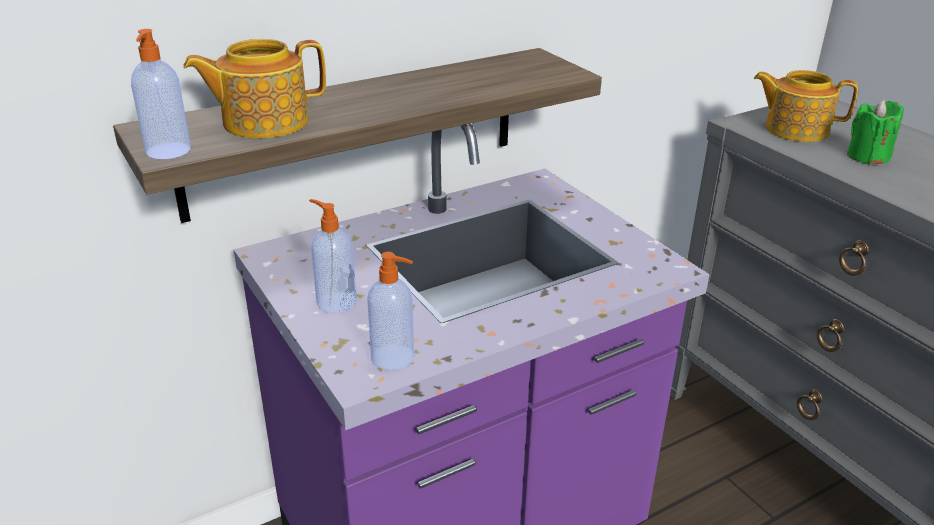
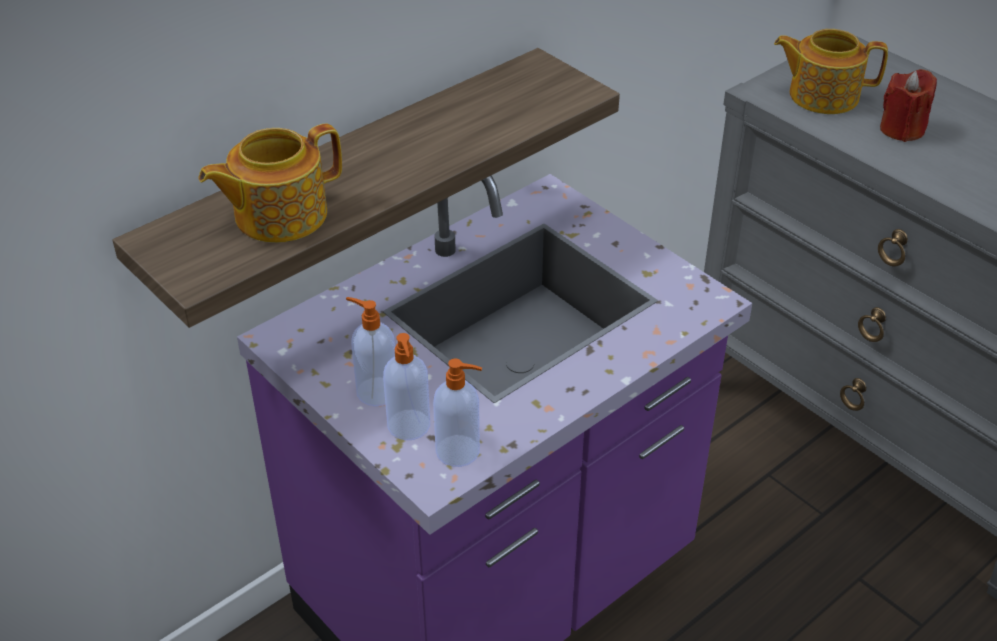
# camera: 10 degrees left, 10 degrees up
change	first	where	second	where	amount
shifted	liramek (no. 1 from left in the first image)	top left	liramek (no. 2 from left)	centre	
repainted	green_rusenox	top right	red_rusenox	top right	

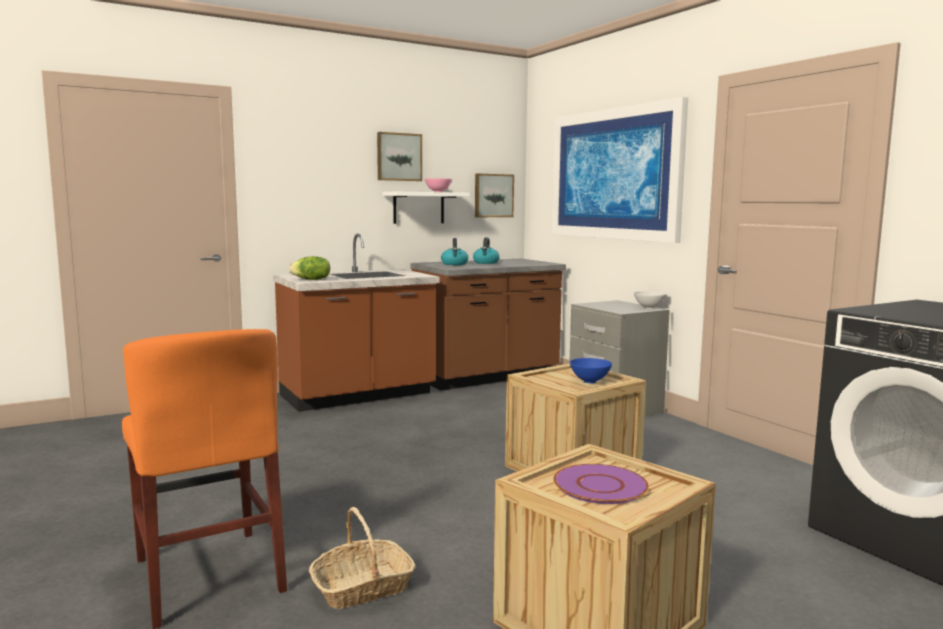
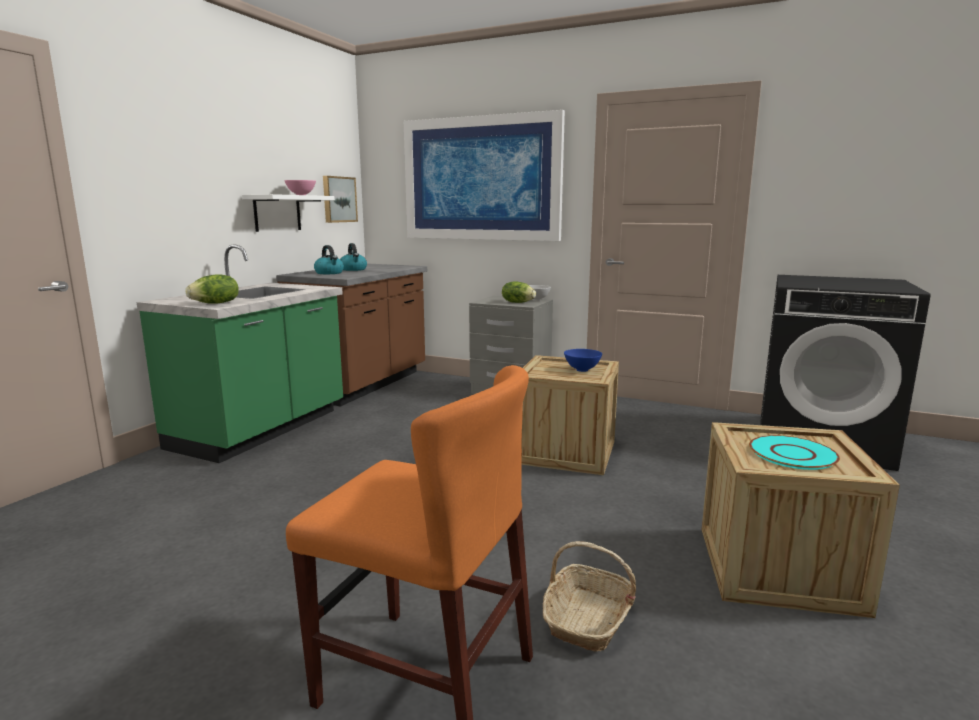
# camera: 35 degrees left, 5 degrees up
change	first	where	second	where	amount
repainted	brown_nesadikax (no. 1 from left)	centre	green_nesadikax	middle left	
gone	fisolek (no. 1 from left)	top centre			
repainted	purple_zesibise	bottom centre	turquoise_zesibise	middle right	
new			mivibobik (no. 2 from left)	centre	

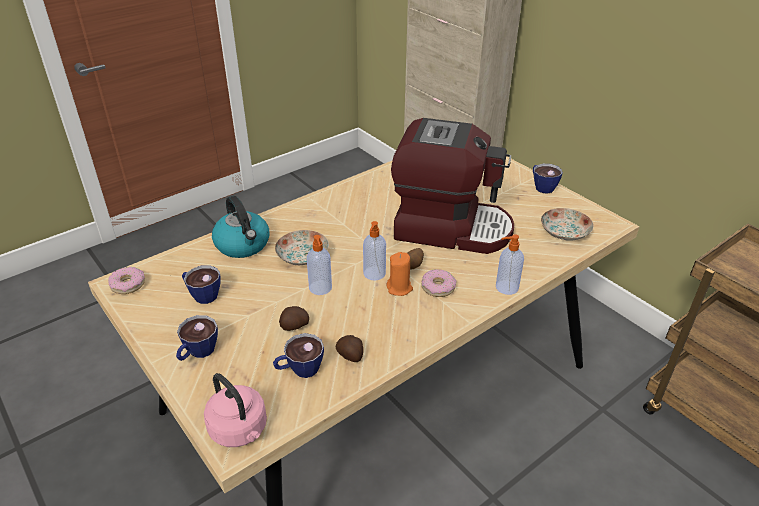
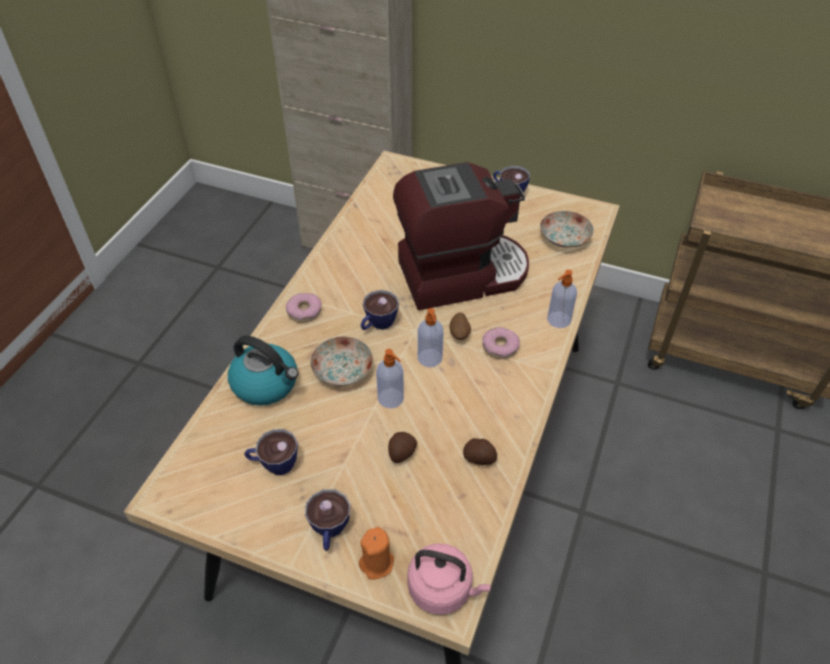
# camera: 30 degrees left, 10 degrees up
change	first	where	second	where	amount
shifted	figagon (no. 1 from left)	middle left		centre	
shifted	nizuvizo (no. 3 from left)	bottom centre		centre	
shifted	orange_rusenox	centre		bottom centre	

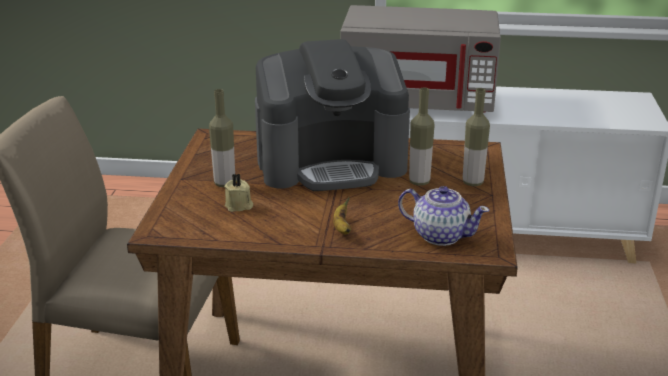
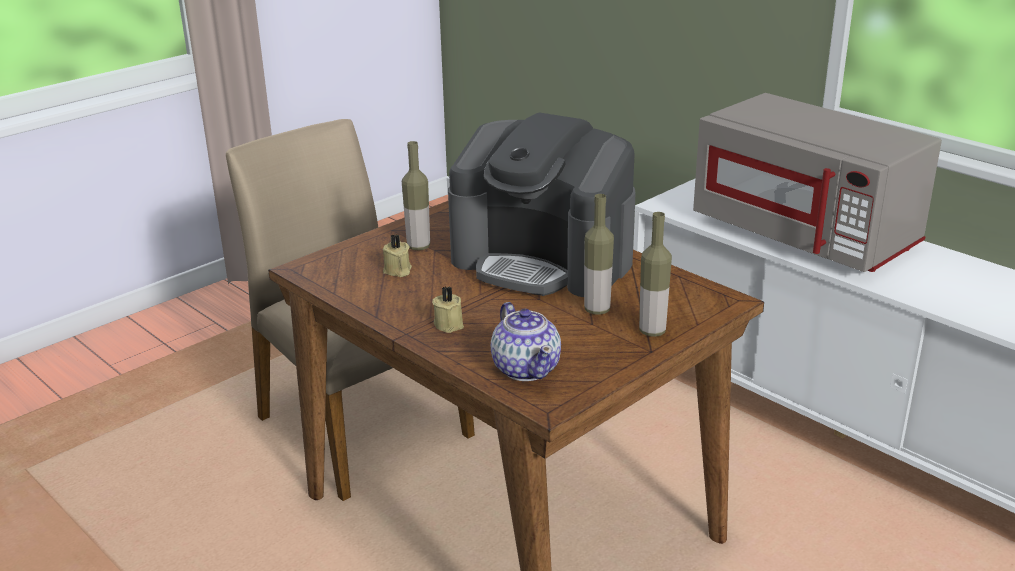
# camera: 40 degrees right, 0 degrees up
change	first	where	second	where	amount
swapped	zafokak	centre	beige_rusenox (no. 2 from left)	centre	

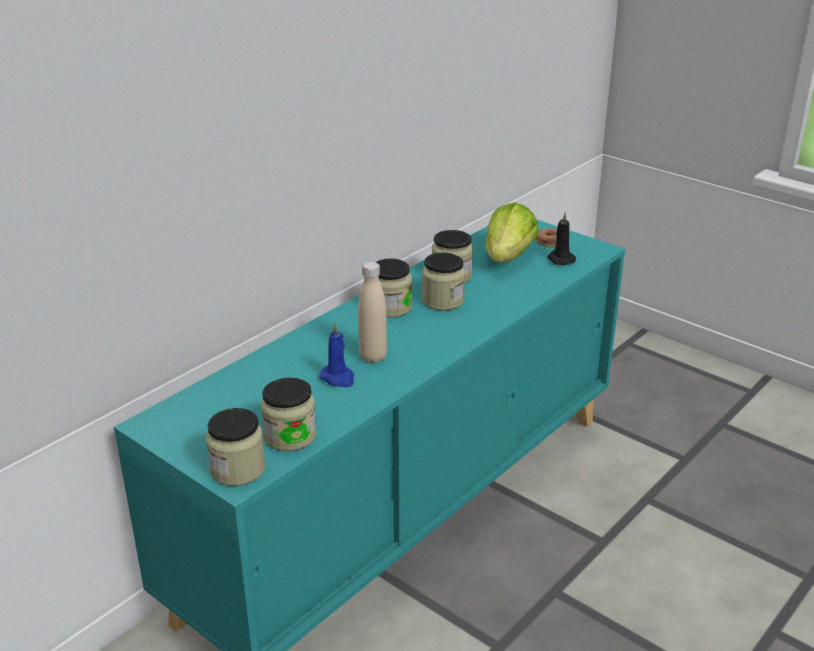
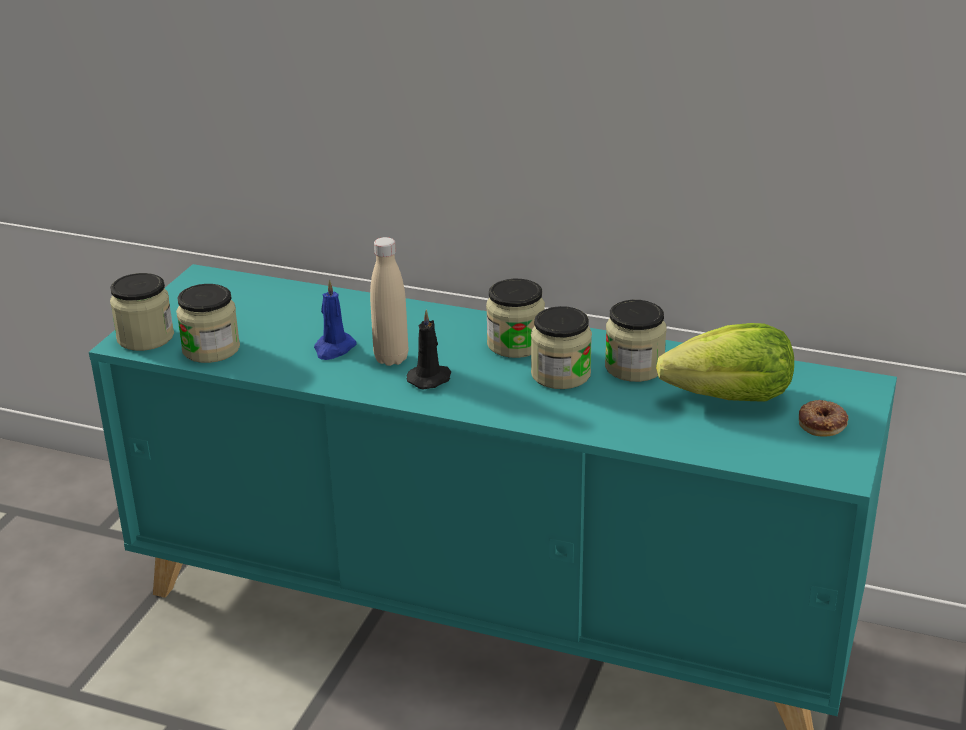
# camera: 70 degrees right, 0 degrees up
change	first	where	second	where	amount
shifted	black_rusenox	middle right		centre	

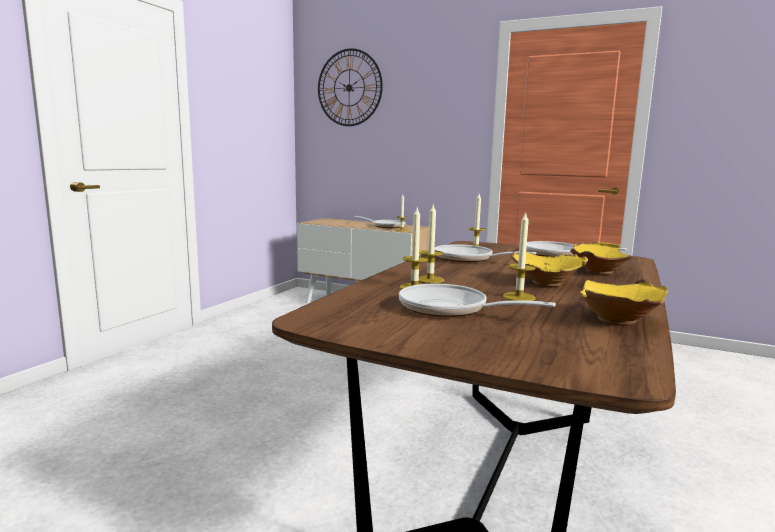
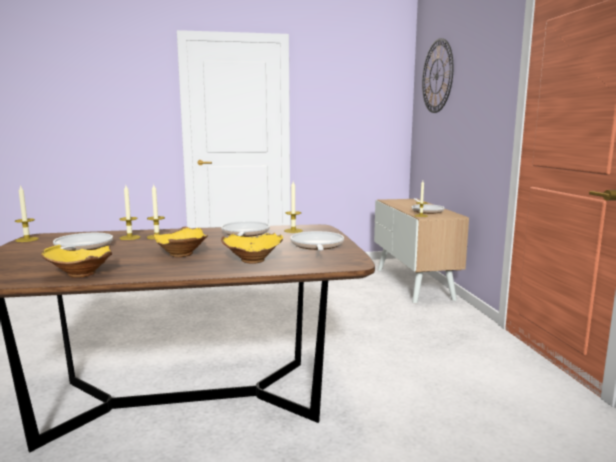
# camera: 55 degrees right, 0 degrees up
change	first	where	second	where	amount
shifted	rusenox (no. 5 from left in the first image)	middle right	rusenox (no. 1 from left)	middle left	

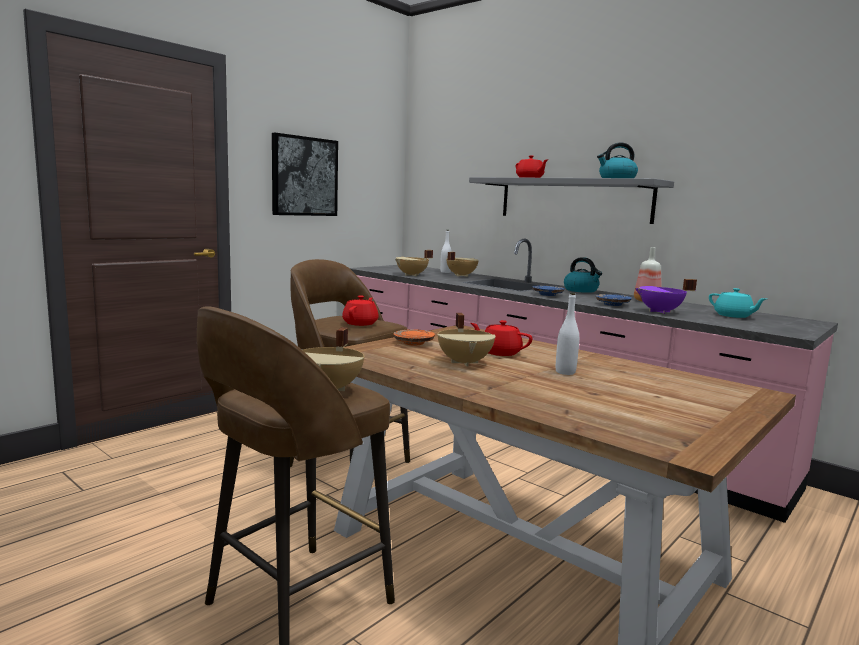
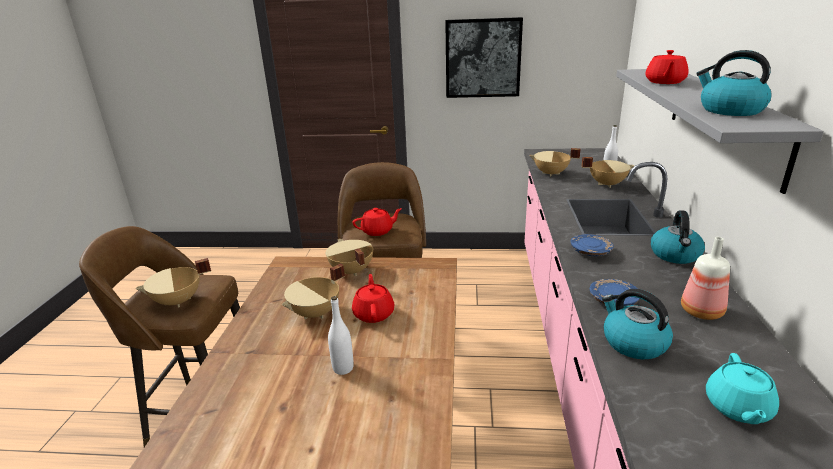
# camera: 55 degrees right, 15 degrees up
change	first	where	second	where	amount
swapped	orange_zesibise	centre	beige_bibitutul (no. 3 from left)	centre	
swapped	purple_bibitutul	middle right	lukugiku (no. 1 from left)	bottom right	

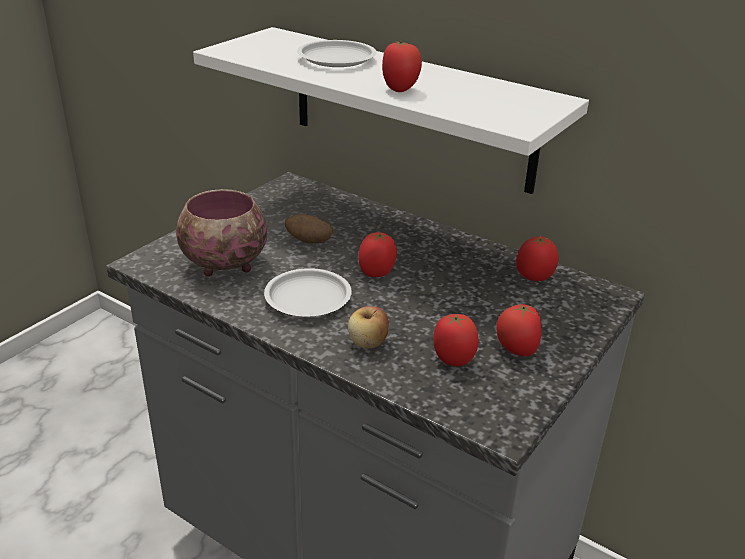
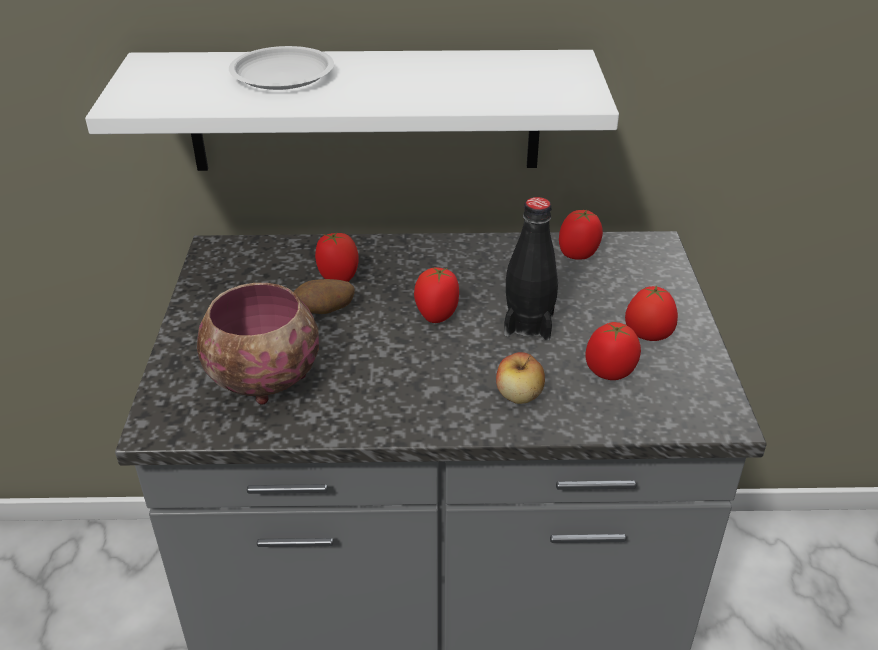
# camera: 35 degrees left, 5 degrees up
change	first	where	second	where	amount
gone	white_zesibise (no. 1 from left)	centre			
shifted	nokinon (no. 2 from left in the first image)	top centre	nokinon (no. 1 from left)	centre	
new			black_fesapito	centre	

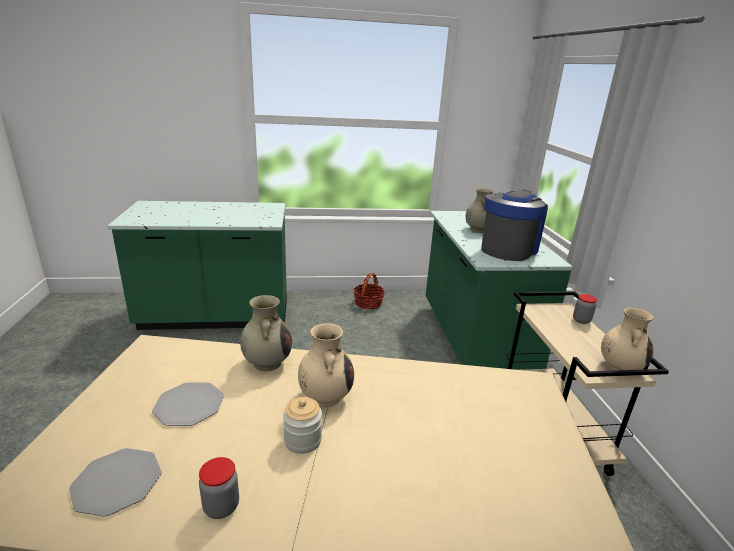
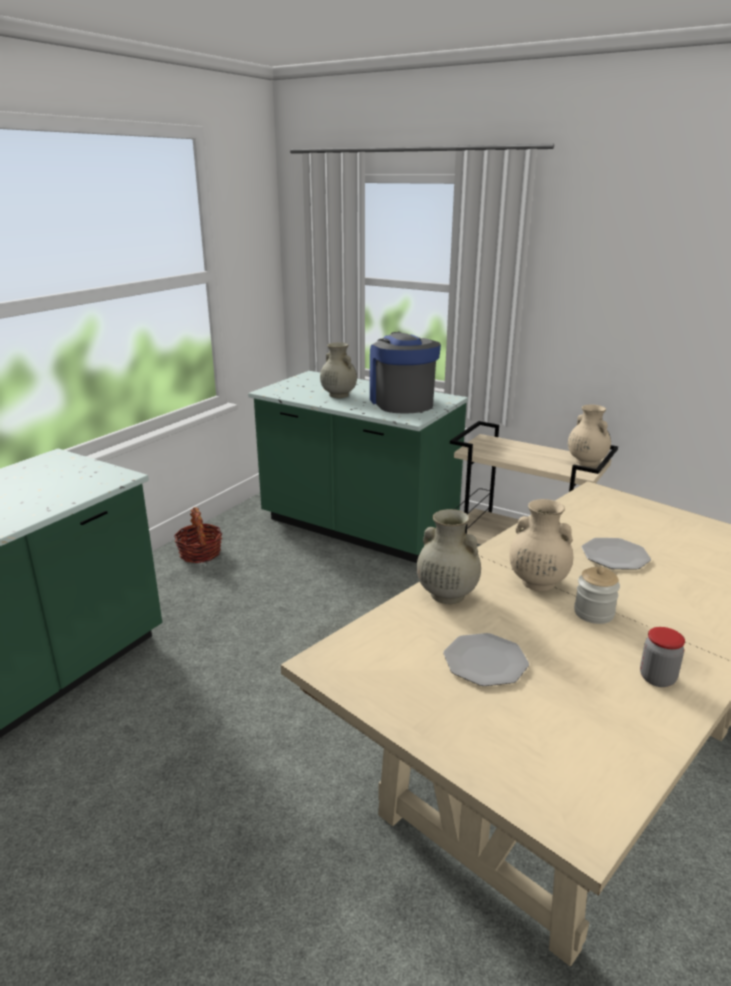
# camera: 50 degrees left, 0 degrees up
change	first	where	second	where	amount
shifted	zesibise (no. 1 from left in the first image)	bottom left	zesibise (no. 2 from left)	middle right	
gone	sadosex (no. 3 from left)	middle right			

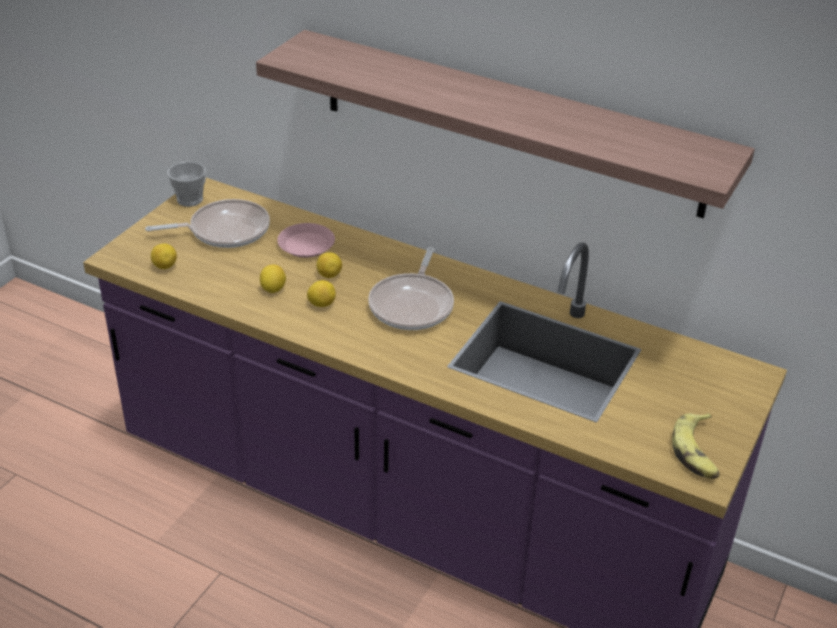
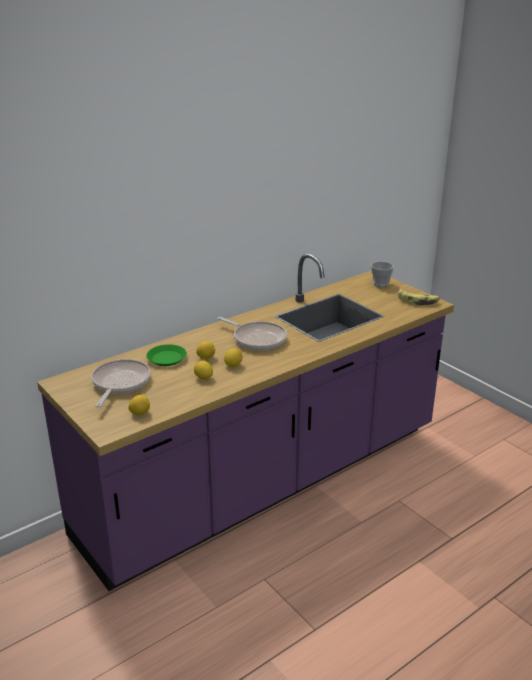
# camera: 65 degrees left, 10 degrees down
change	first	where	second	where	amount
shifted	nizuvizo	top left		middle right	
gone	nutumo	top centre			
repainted	pink_zesibise	centre	green_zesibise	middle left	

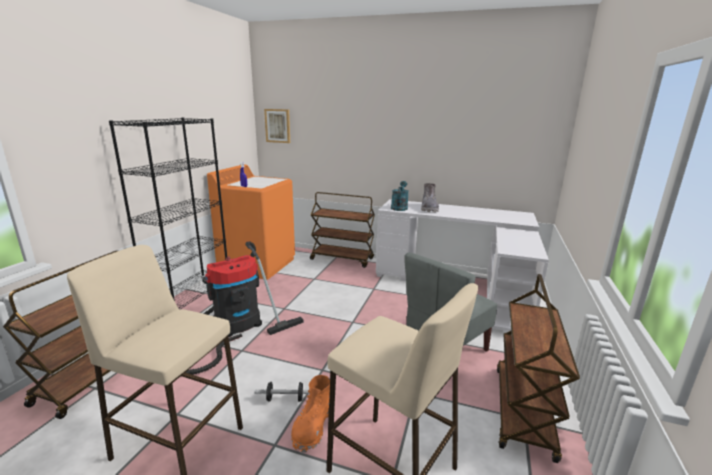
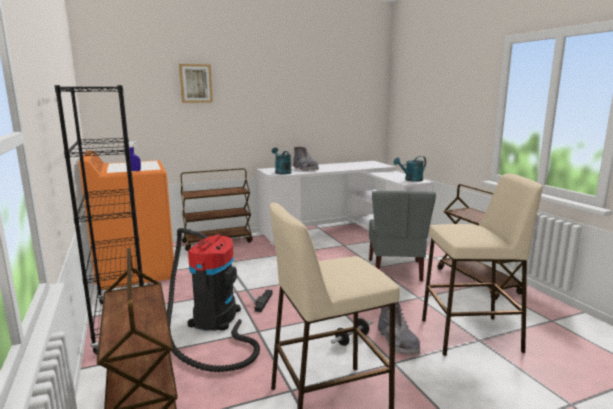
# camera: 40 degrees left, 5 degrees down
change	first	where	second	where	amount
shifted	fisolek	top centre		top left	
repainted	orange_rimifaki	bottom centre	grey_rimifaki (no. 2 from left)	bottom centre	
new			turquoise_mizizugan (no. 2 from left)	middle right	

